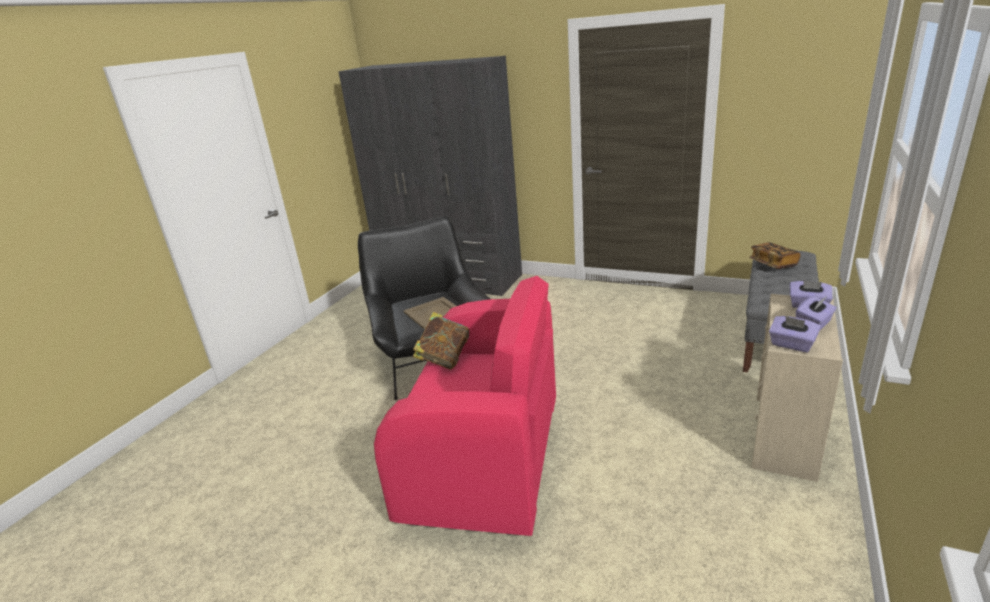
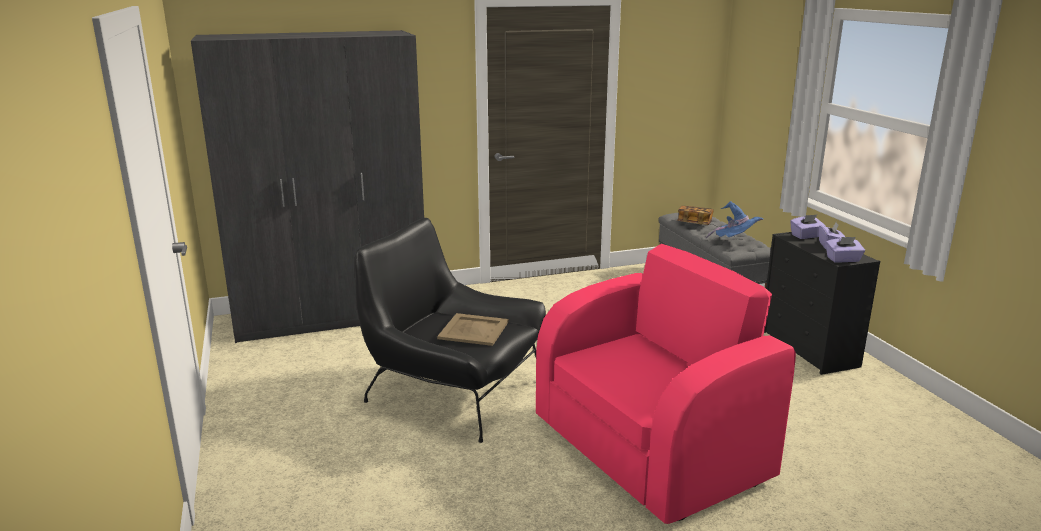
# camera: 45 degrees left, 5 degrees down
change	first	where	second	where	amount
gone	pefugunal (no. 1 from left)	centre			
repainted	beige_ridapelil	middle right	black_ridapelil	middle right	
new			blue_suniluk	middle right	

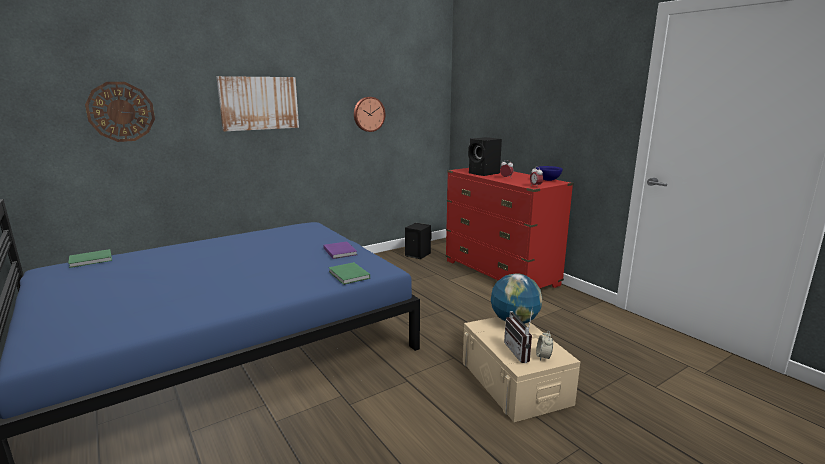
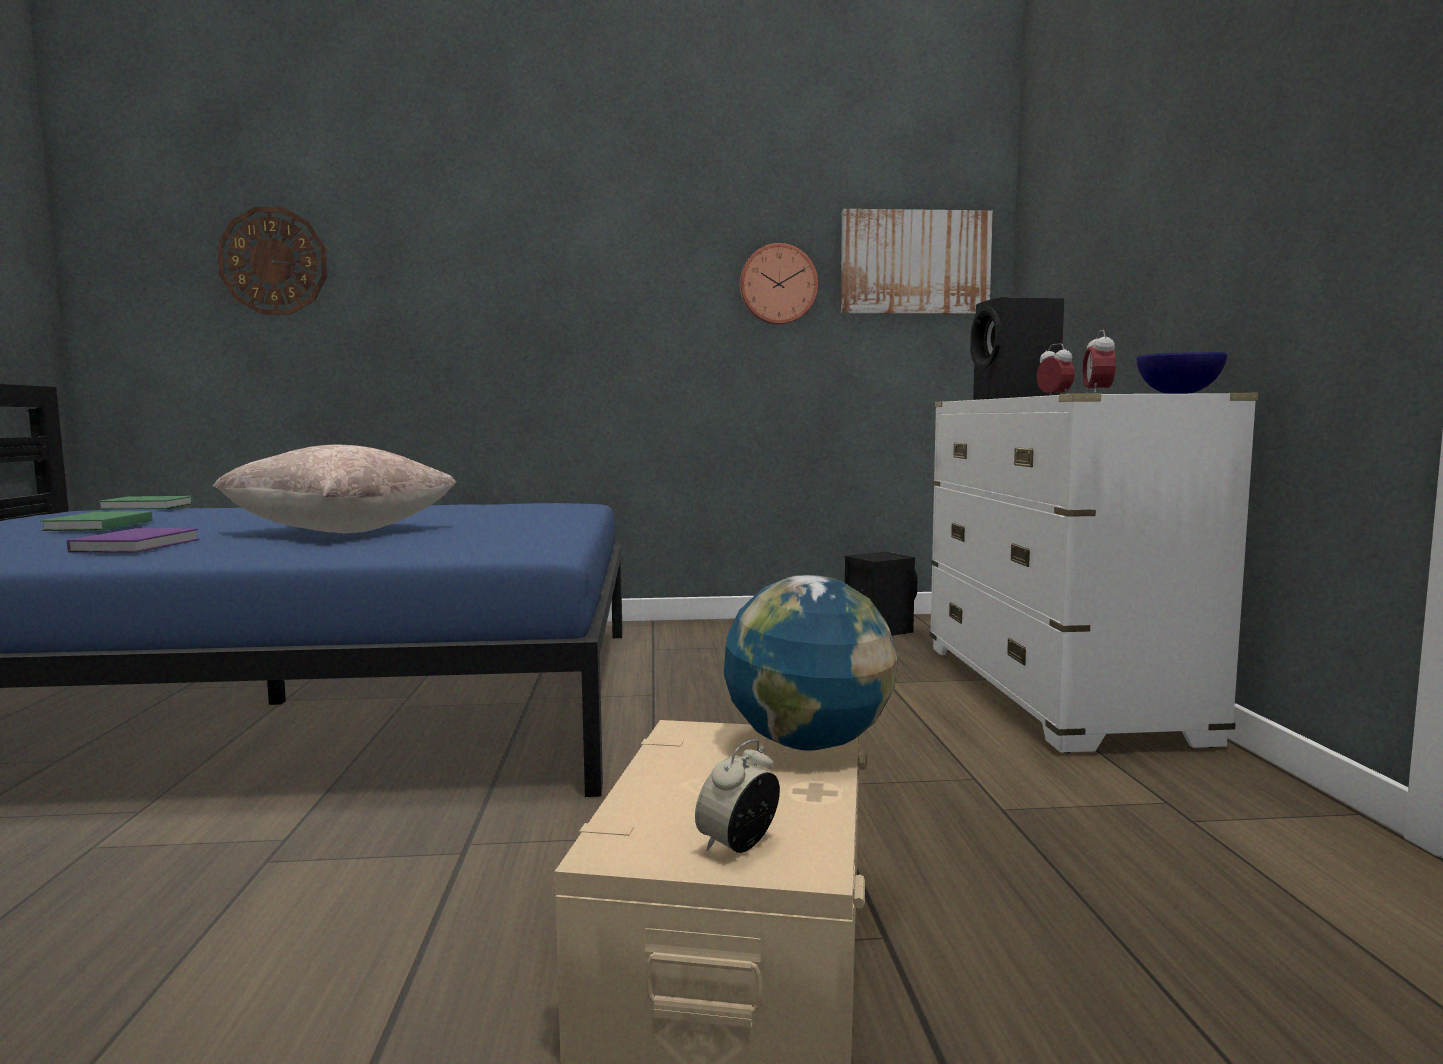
# camera: 30 degrees right, 10 degrees down
change	first	where	second	where	amount
shifted	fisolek	top left		top centre	
shifted	purple_pefugunal	centre		middle left	
shifted	green_pefugunal (no. 2 from left in the first image)	centre	green_pefugunal (no. 1 from left)	middle left	
repainted	red_ridapelil	centre	white_ridapelil	middle right	
gone	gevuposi	bottom centre			
new			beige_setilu	middle left	

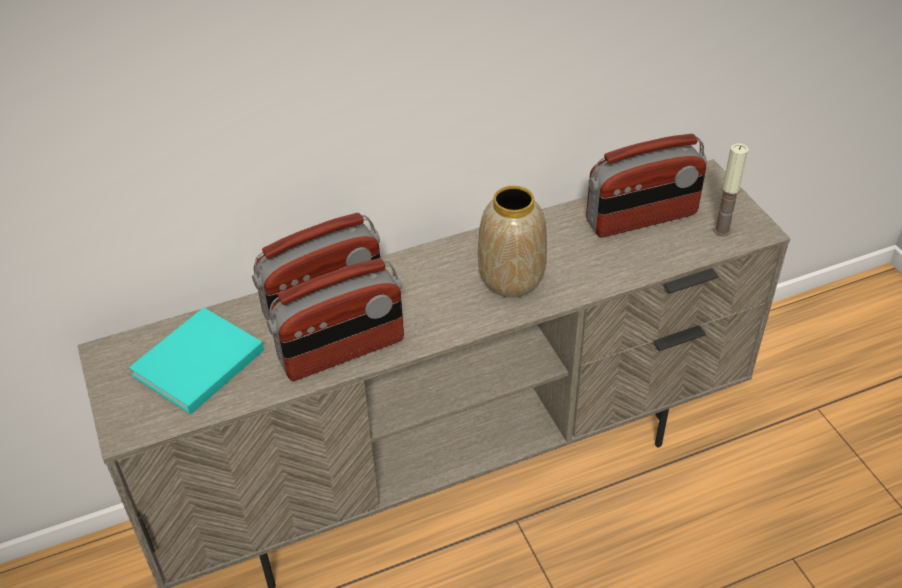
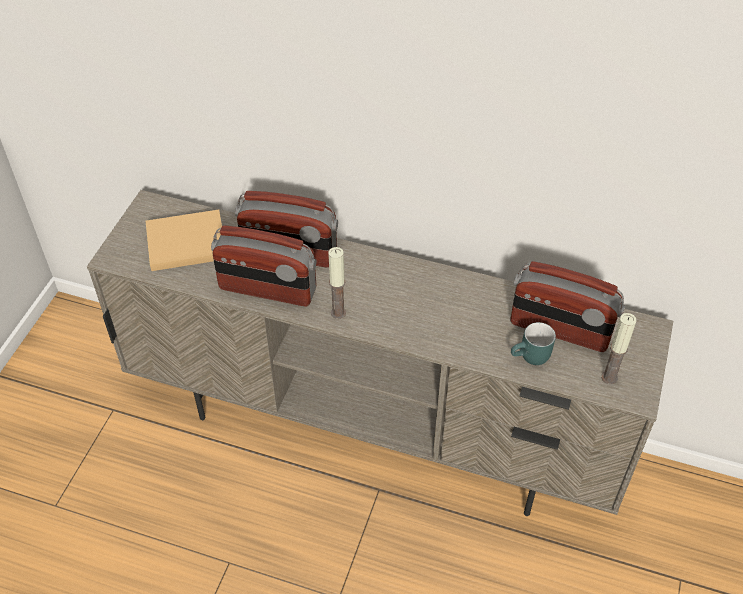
# camera: 40 degrees right, 5 degrees up
change	first	where	second	where	amount
repainted	turquoise_pefugunal	middle left	beige_pefugunal	middle left	
gone	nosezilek	centre			
new			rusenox (no. 1 from left)	centre	
new			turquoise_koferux	middle right	

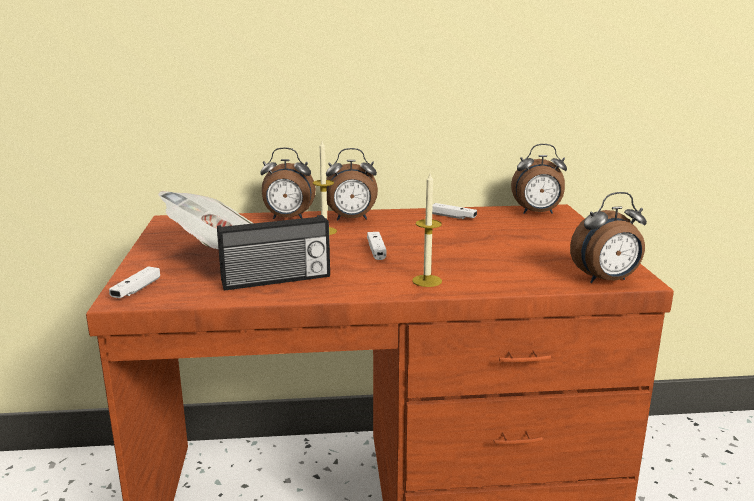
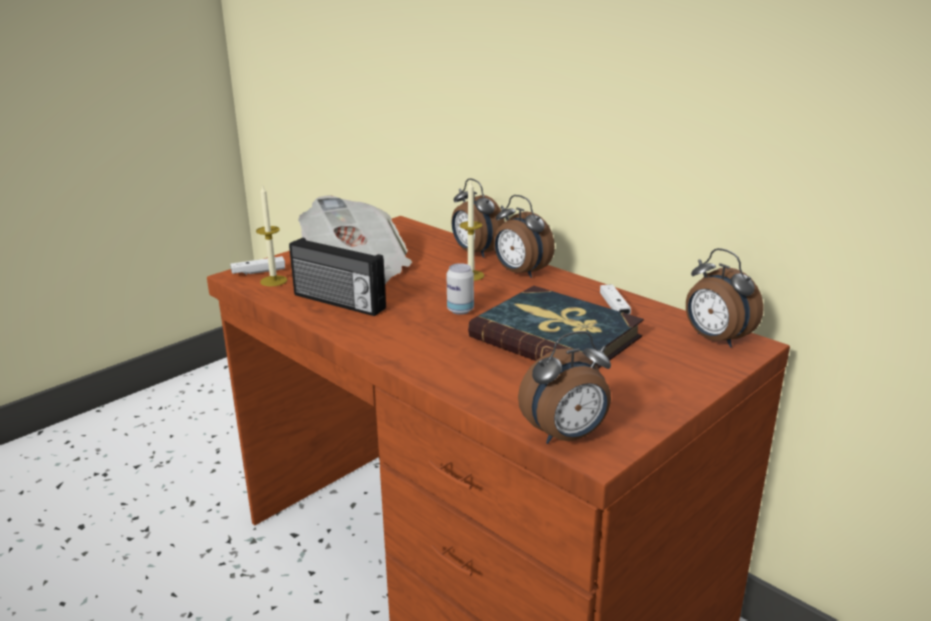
# camera: 50 degrees right, 5 degrees up
change	first	where	second	where	amount
swapped	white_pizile (no. 2 from left)	centre	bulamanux	centre	
shifted	rusenox (no. 2 from left in the first image)	centre	rusenox (no. 1 from left)	middle left	
rotated	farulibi (no. 4 from left in the first image)	middle right	farulibi (no. 3 from left)	centre	60 degrees counterclockwise
new			pefugunal	centre	

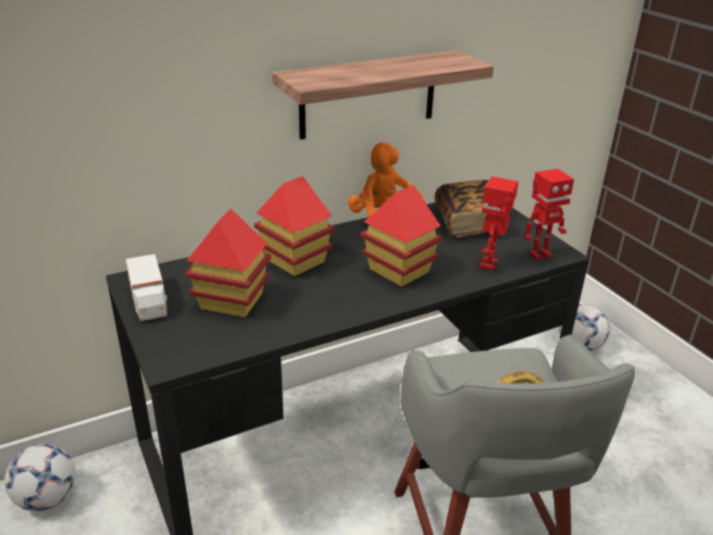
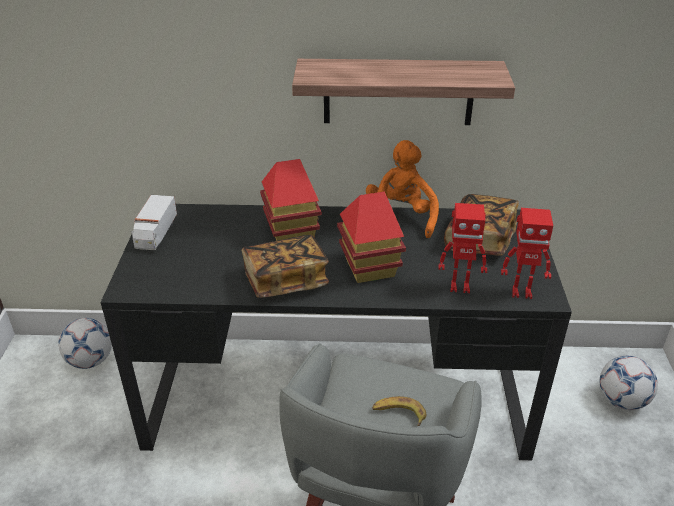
# camera: 30 degrees right, 5 degrees up
change	first	where	second	where	amount
gone	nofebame (no. 1 from left)	middle left			
rotated	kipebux (no. 1 from left)	middle right		middle right	135 degrees counterclockwise
new			pefugunal (no. 1 from left)	centre	

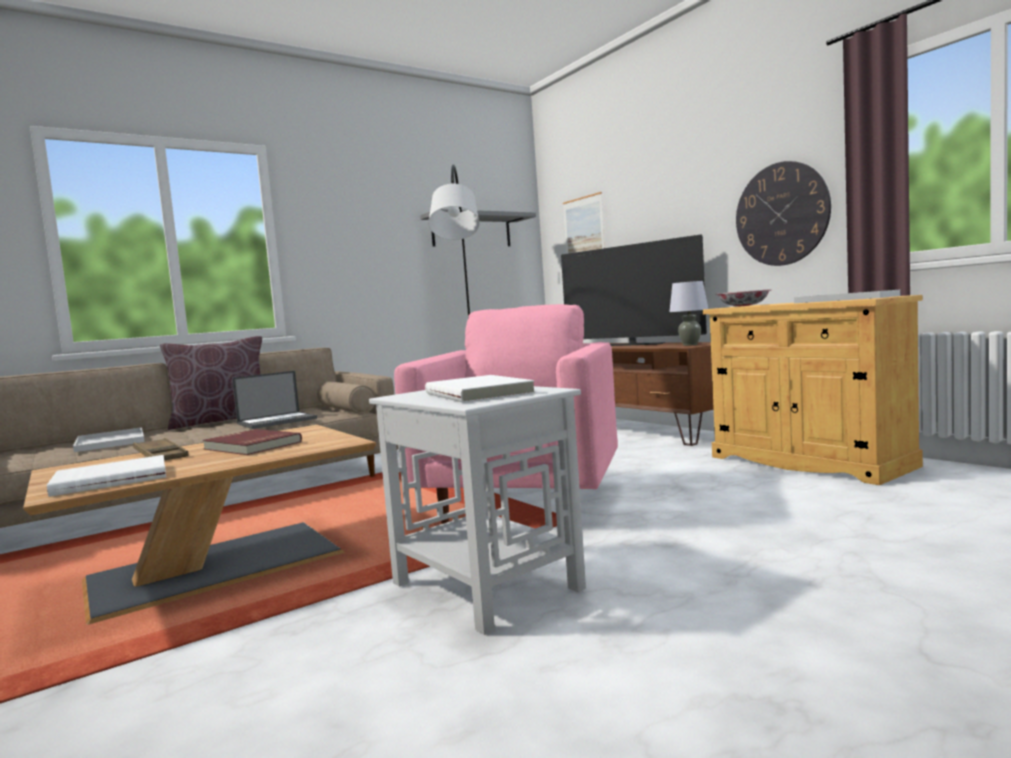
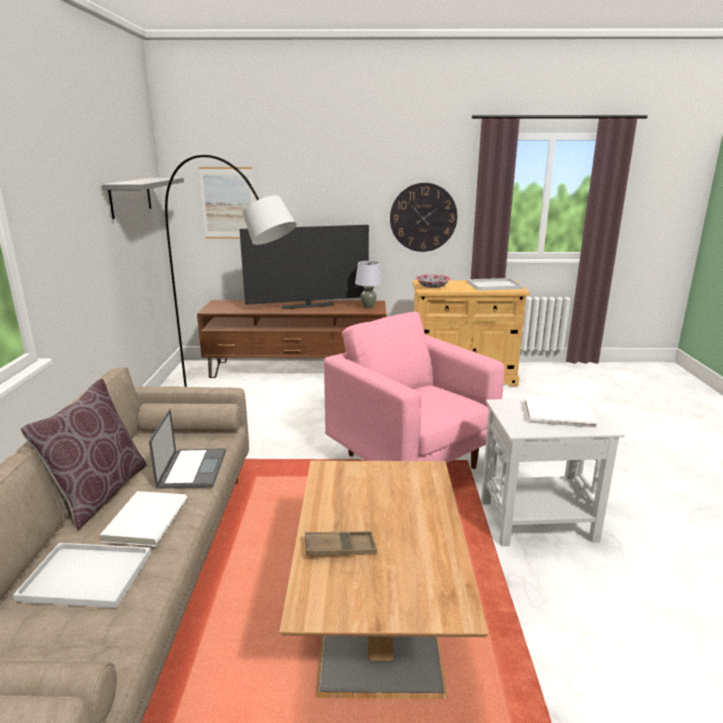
# camera: 55 degrees left, 15 degrees up
change	first	where	second	where	amount
shifted	white_pefugunal (no. 1 from left)	middle left		bottom left	
gone	red_pefugunal	middle left			

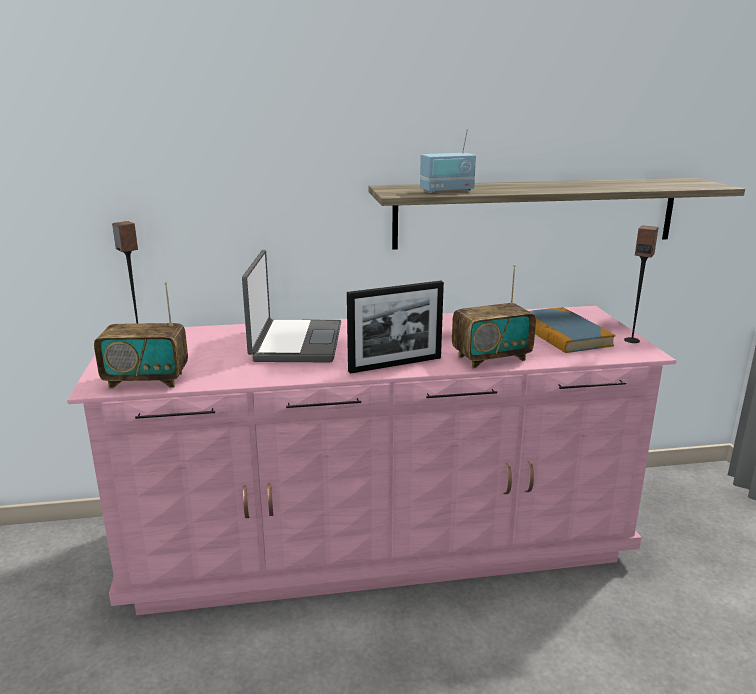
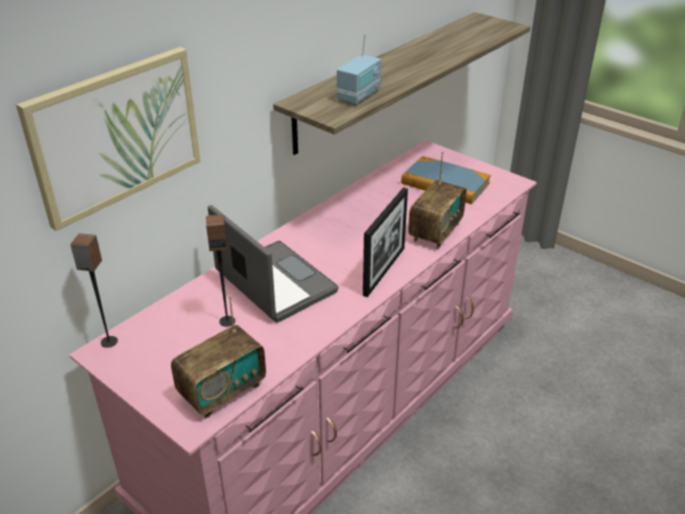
# camera: 40 degrees left, 15 degrees up
change	first	where	second	where	amount
shifted	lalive (no. 2 from left)	middle right		middle left	
new			fisolek	top left	

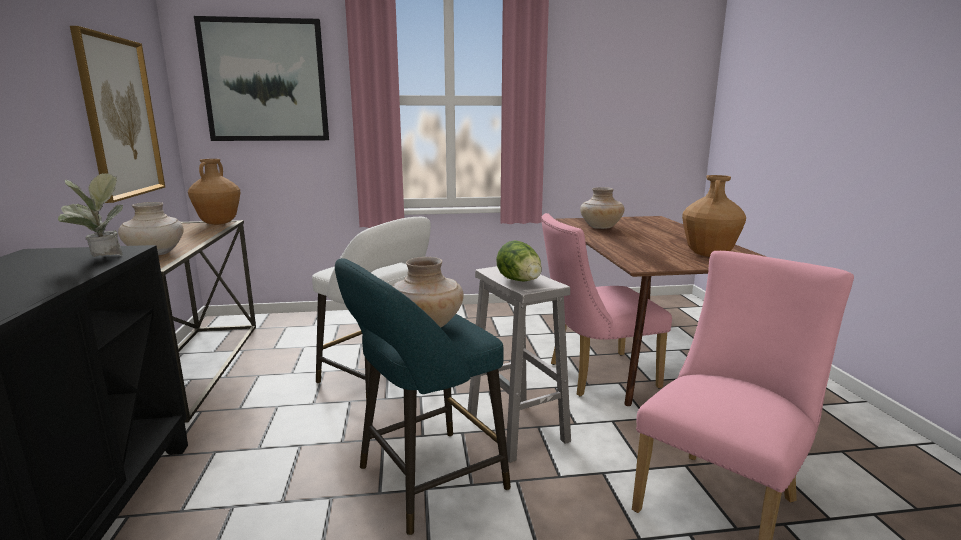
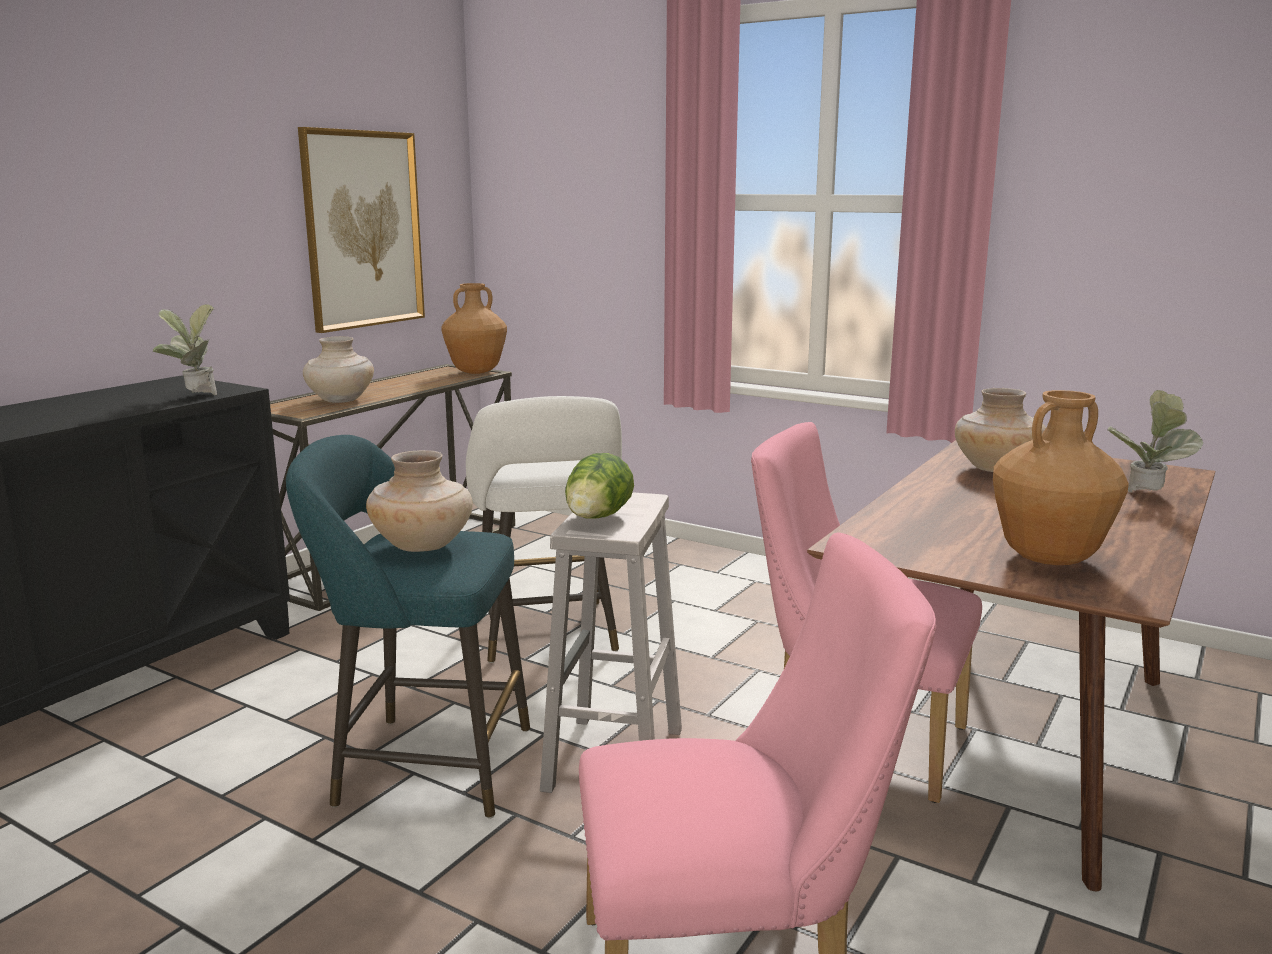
# camera: 40 degrees right, 0 degrees up
change	first	where	second	where	amount
gone	fisolek (no. 2 from left)	top left			
new			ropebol (no. 2 from left)	middle right	

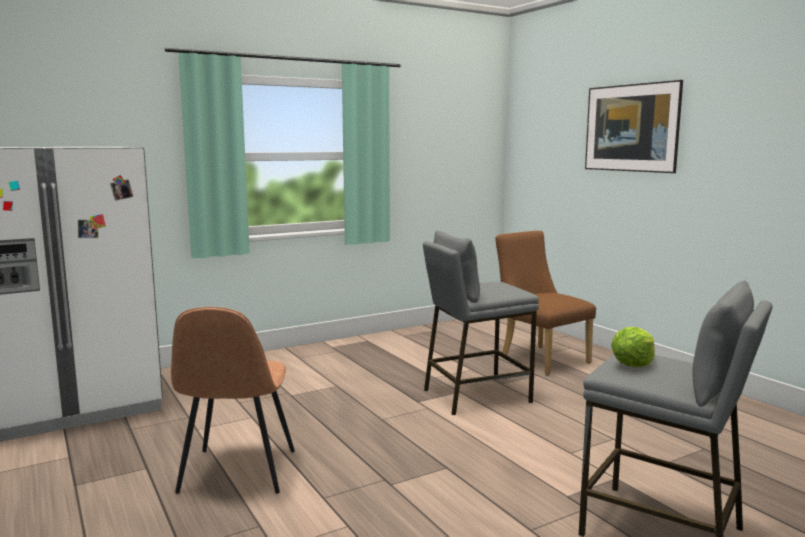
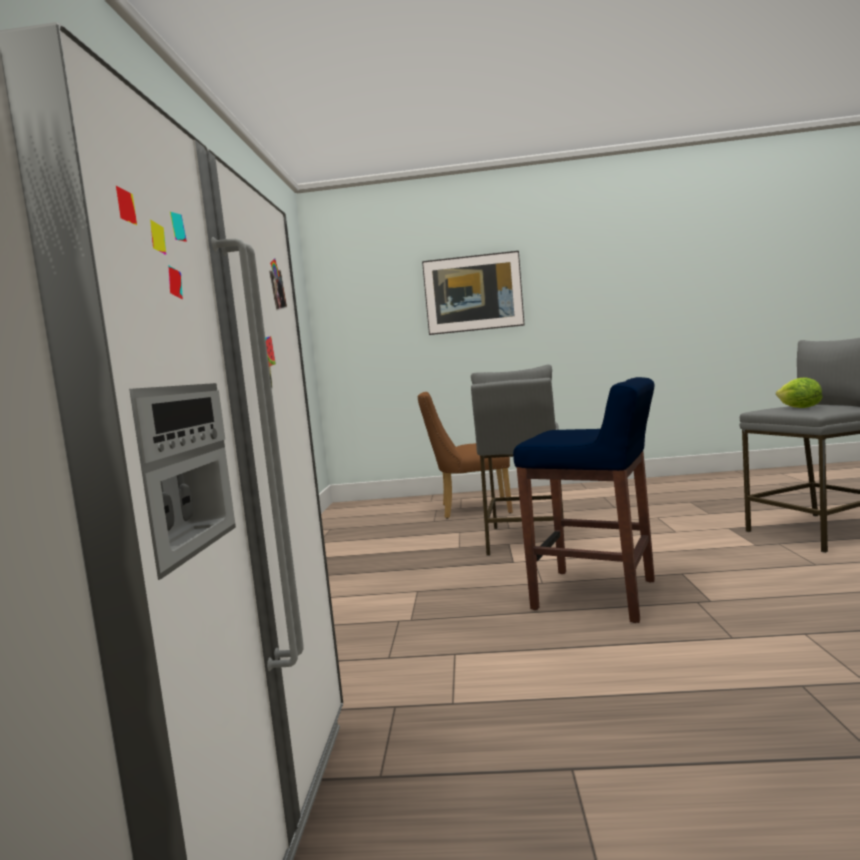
# camera: 55 degrees left, 5 degrees down
change	first	where	second	where	amount
gone	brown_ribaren (no. 1 from left)	bottom left			
new			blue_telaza	middle right	

